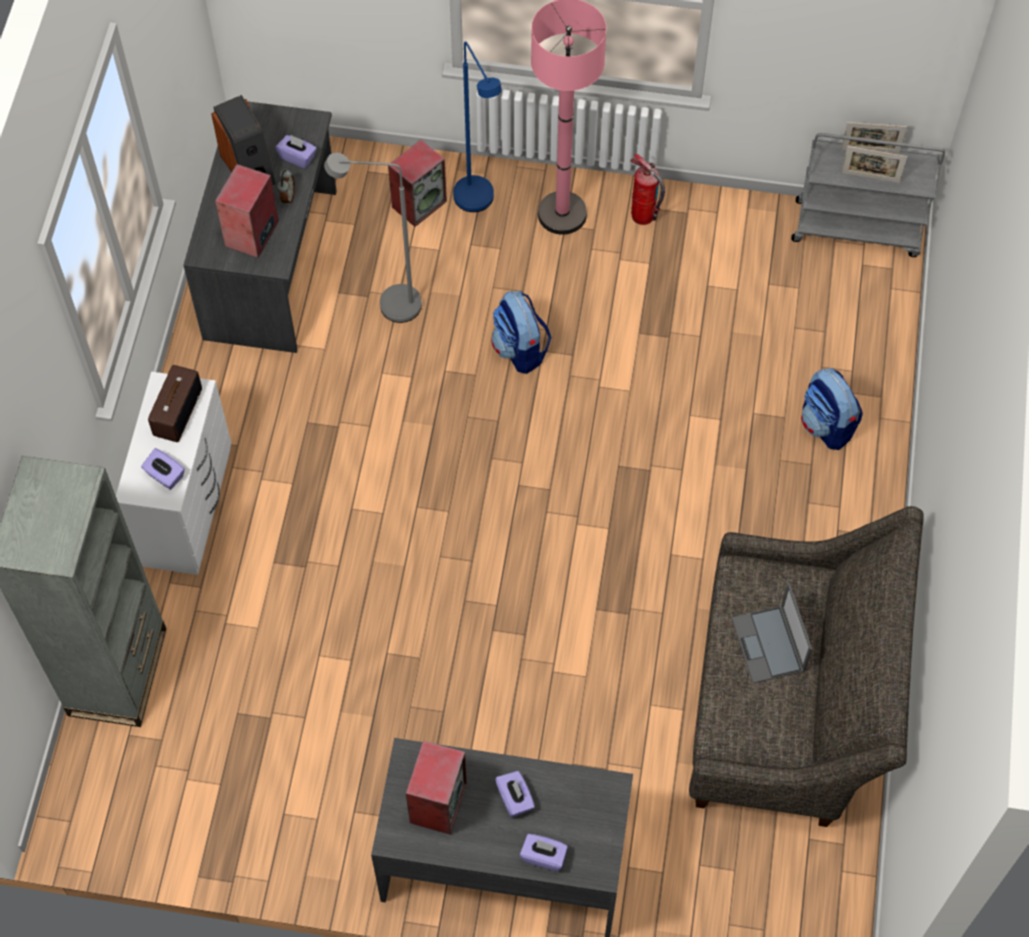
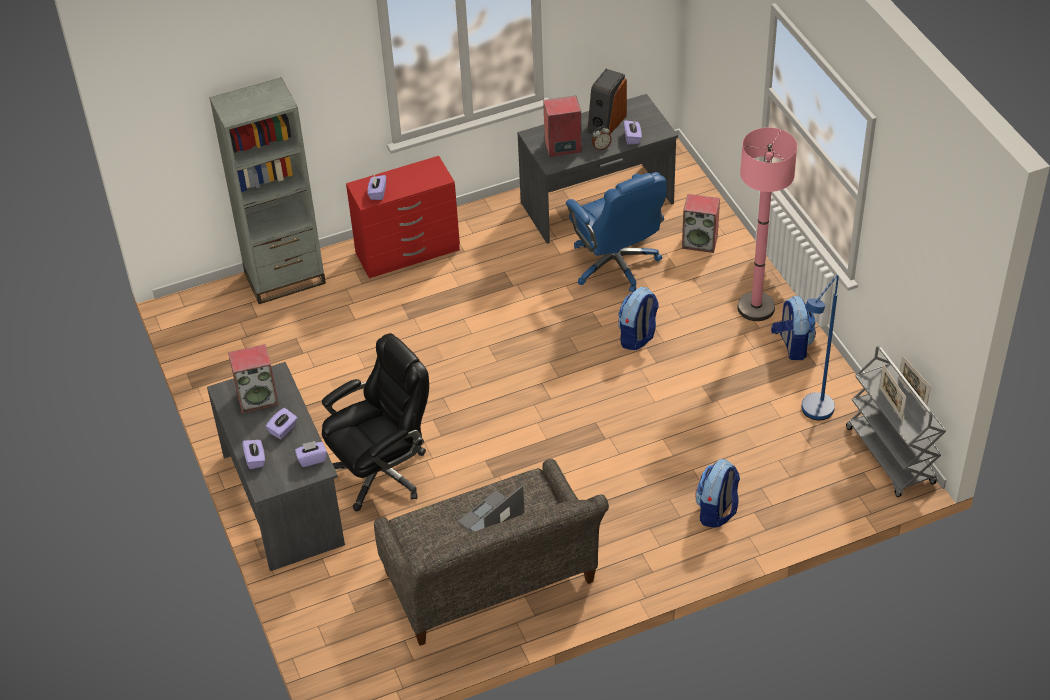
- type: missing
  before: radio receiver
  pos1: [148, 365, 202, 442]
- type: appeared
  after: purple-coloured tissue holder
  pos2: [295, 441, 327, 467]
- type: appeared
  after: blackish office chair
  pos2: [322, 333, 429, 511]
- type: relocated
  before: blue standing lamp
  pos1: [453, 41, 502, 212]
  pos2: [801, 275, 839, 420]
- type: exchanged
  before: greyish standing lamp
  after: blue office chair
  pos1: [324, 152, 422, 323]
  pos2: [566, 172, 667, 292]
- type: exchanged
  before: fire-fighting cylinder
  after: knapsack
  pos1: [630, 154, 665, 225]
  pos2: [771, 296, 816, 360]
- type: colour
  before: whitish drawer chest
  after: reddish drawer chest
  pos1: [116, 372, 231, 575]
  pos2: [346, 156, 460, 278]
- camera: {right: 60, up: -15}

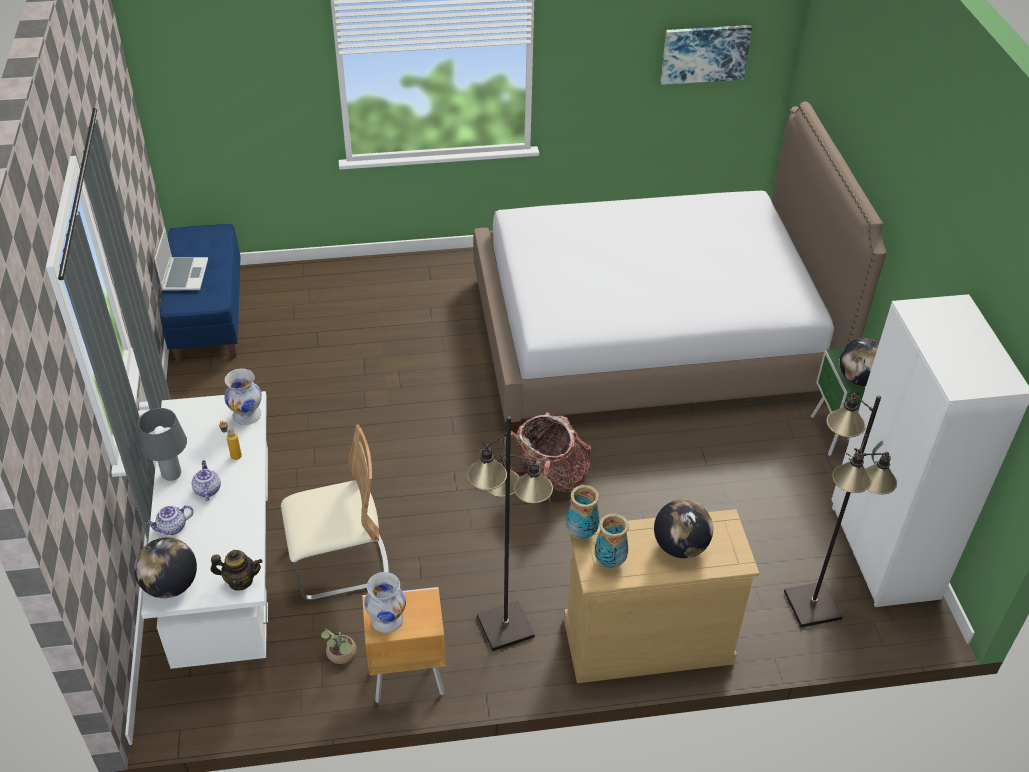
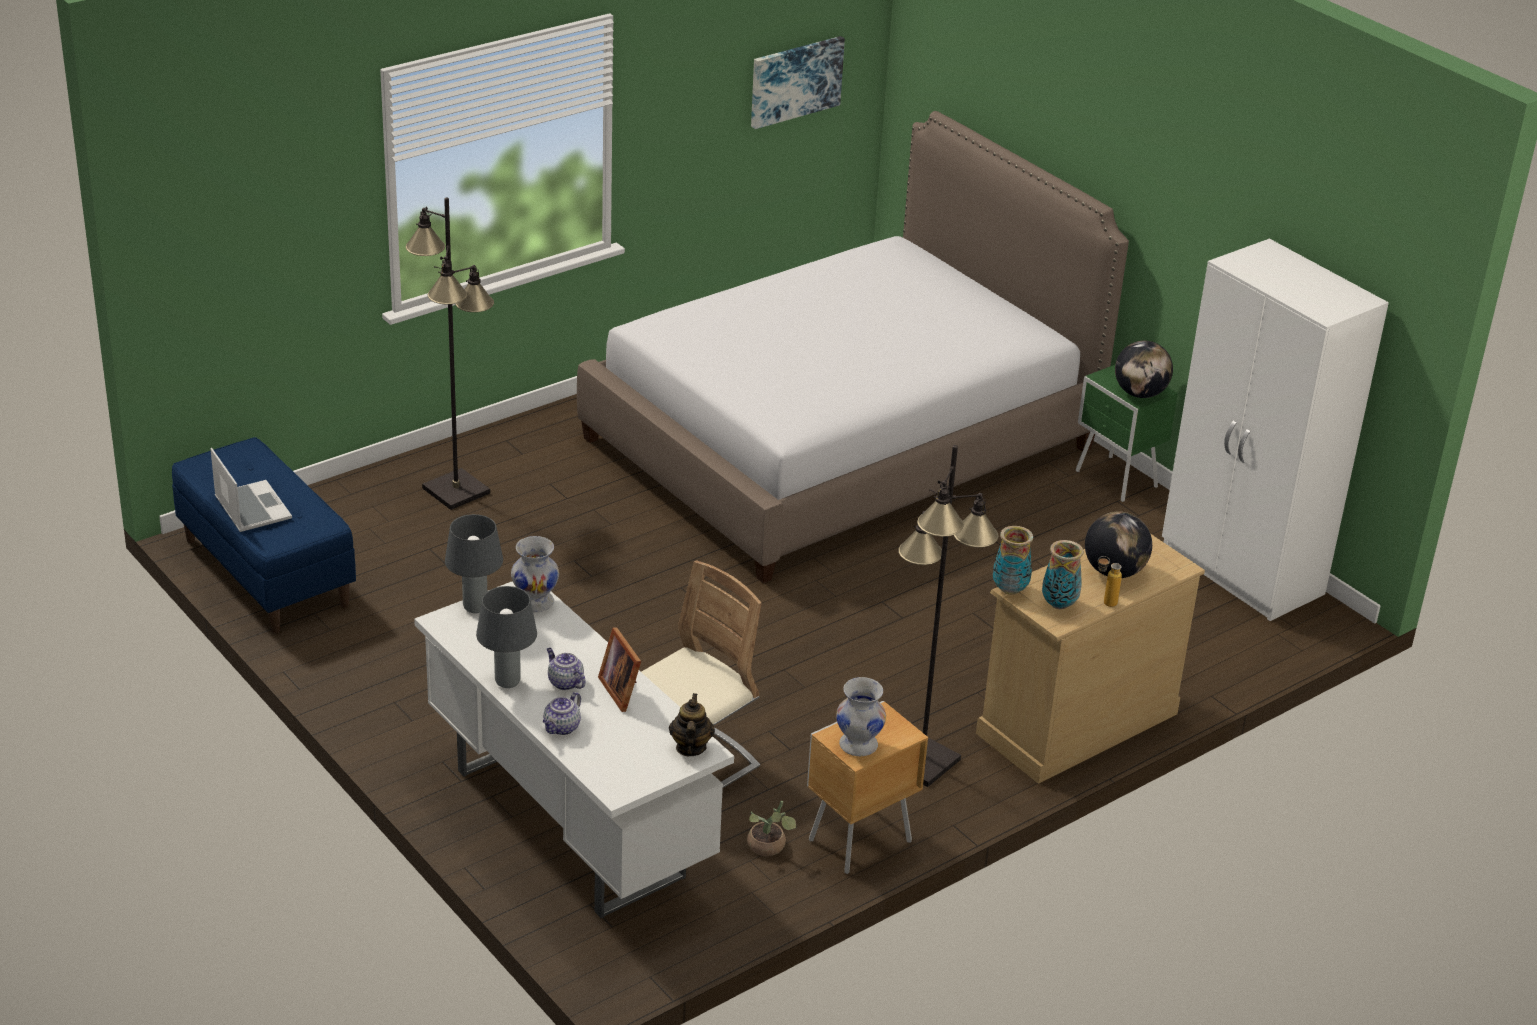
- type: missing
  before: globe
  pos1: [134, 538, 197, 598]
- type: missing
  before: knapsack
  pos1: [502, 412, 592, 504]
- type: appeared
  after: greyish table lamp
  pos2: [445, 514, 503, 613]
- type: appeared
  after: standing frame
  pos2: [598, 627, 641, 712]
- type: relocated
  before: beverage bottle
  pos1: [219, 420, 242, 460]
  pos2: [1098, 556, 1122, 607]
- type: relocated
  before: blackish standing lamp
  pos1: [784, 392, 897, 627]
  pos2: [406, 197, 494, 510]
- type: spun
  before: teapot
  pos1: [211, 550, 262, 591]
  pos2: [669, 693, 715, 756]
  turn: -60
- camera: {right: -30, up: -10}

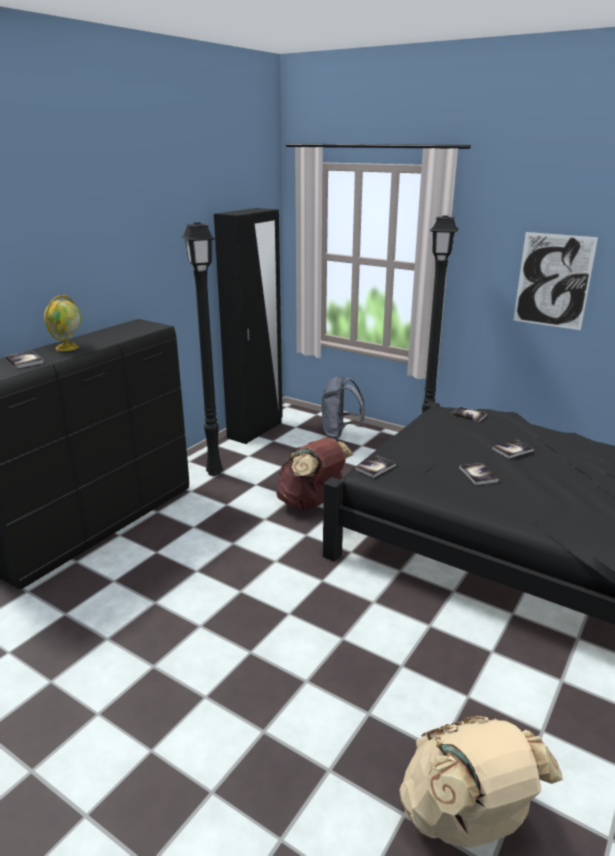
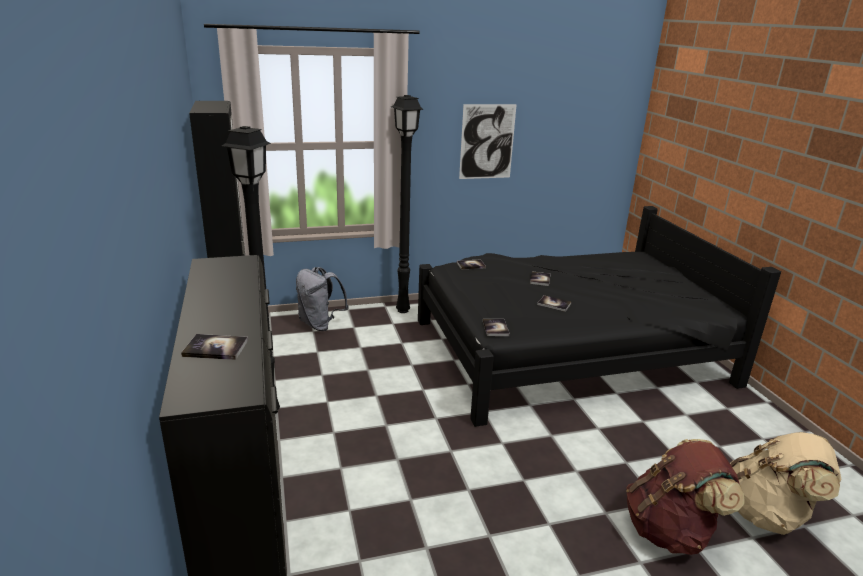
- type: missing
  before: globe
  pos1: [44, 294, 81, 351]
- type: relocated
  before: brown knapsack
  pos1: [276, 437, 354, 510]
  pos2: [626, 439, 744, 555]
- camera: {right: -50, up: 0}

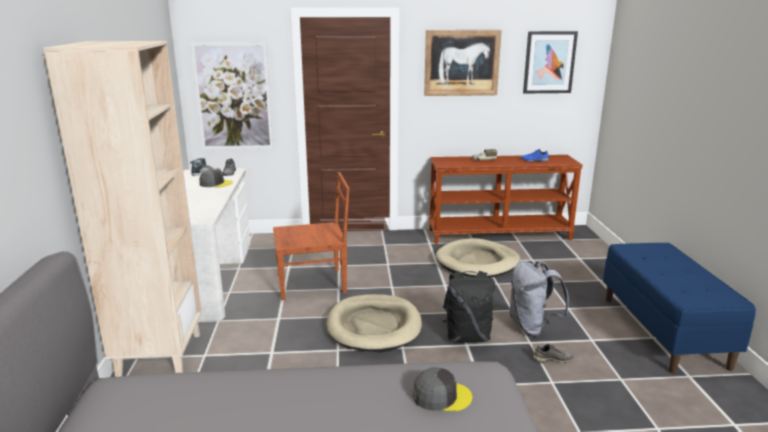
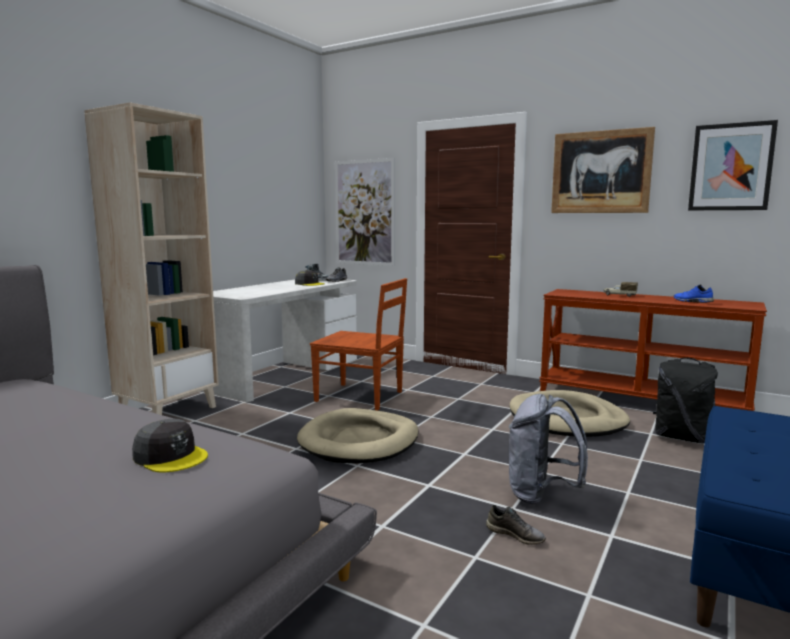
- type: relocated
  before: blackish knapsack
  pos1: [442, 271, 495, 342]
  pos2: [653, 357, 718, 444]
- camera: {right: 35, up: -10}

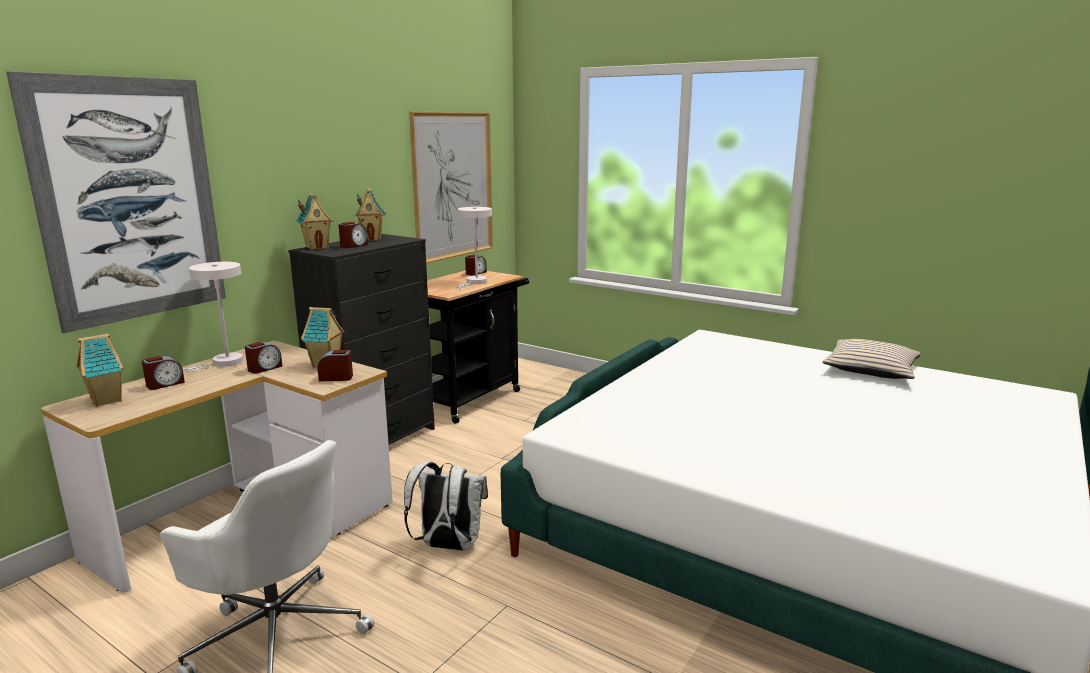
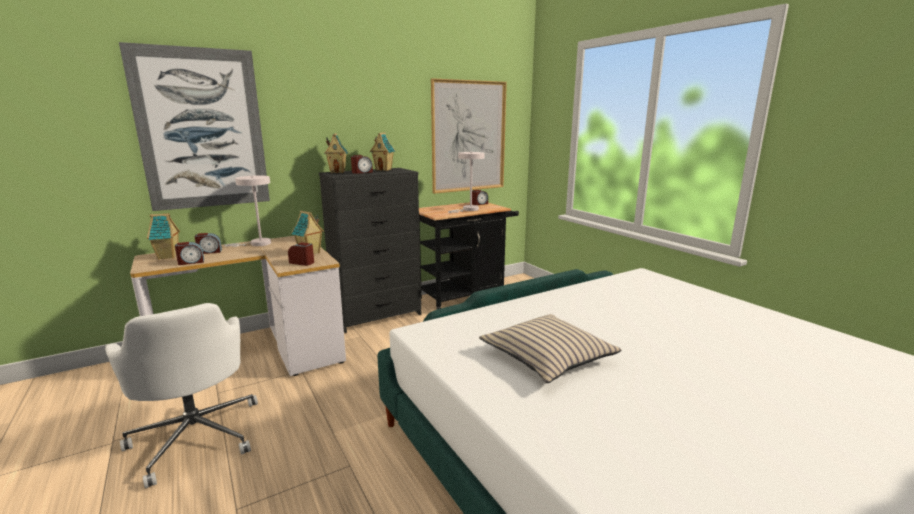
- type: missing
  before: whitish knapsack
  pos1: [404, 461, 488, 551]
- type: relocated
  before: table clock
  pos1: [245, 342, 282, 374]
  pos2: [175, 242, 204, 265]
- type: relocated
  before: sand-coloured throw pillow
  pos1: [822, 339, 921, 379]
  pos2: [479, 314, 622, 383]
- camera: {right: 25, up: 0}

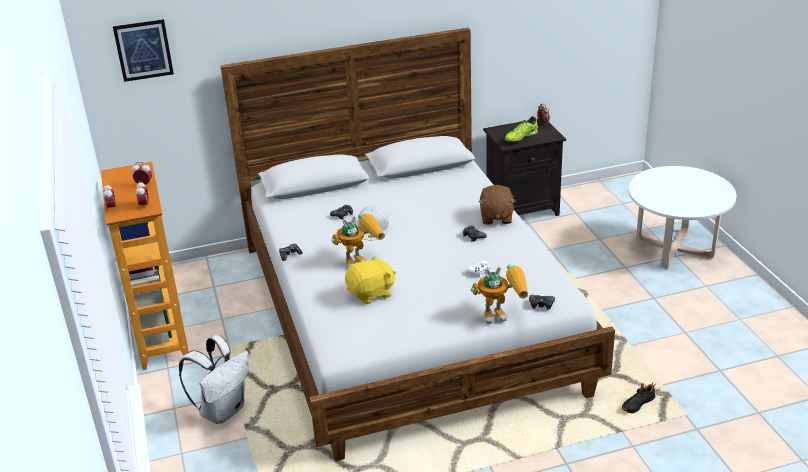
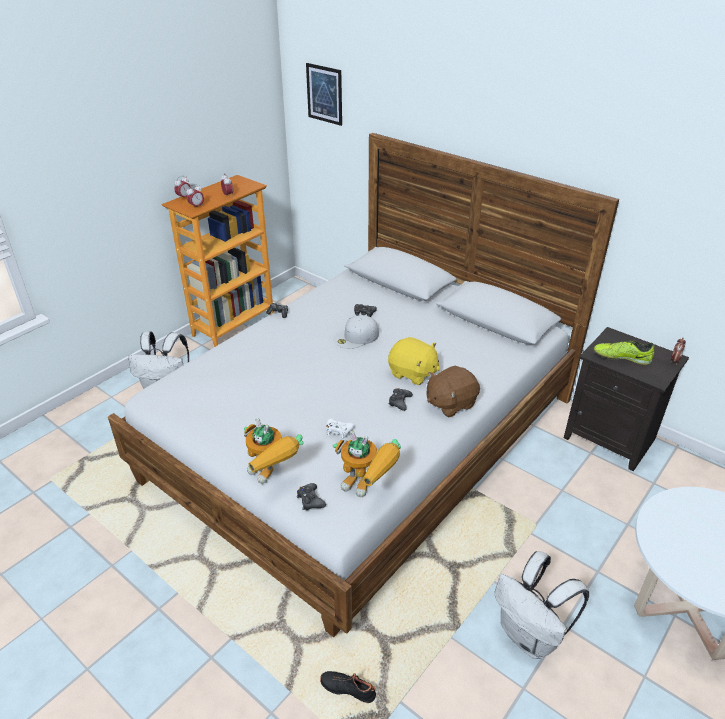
- type: appeared
  after: whitish knapsack
  pos2: [495, 551, 589, 659]
- type: relocated
  before: toy robot
  pos1: [331, 214, 385, 268]
  pos2: [333, 431, 401, 497]
- type: relocated
  before: yellowish soft toy
  pos1: [345, 255, 396, 304]
  pos2: [388, 337, 440, 385]
- camera: {right: 55, up: 5}

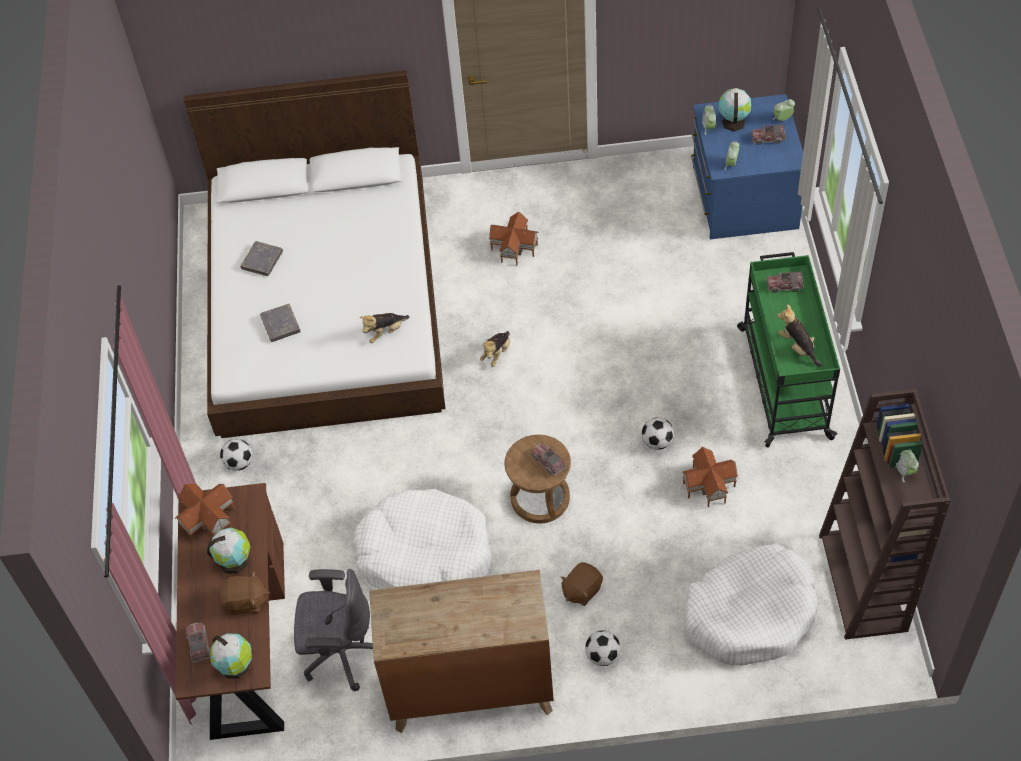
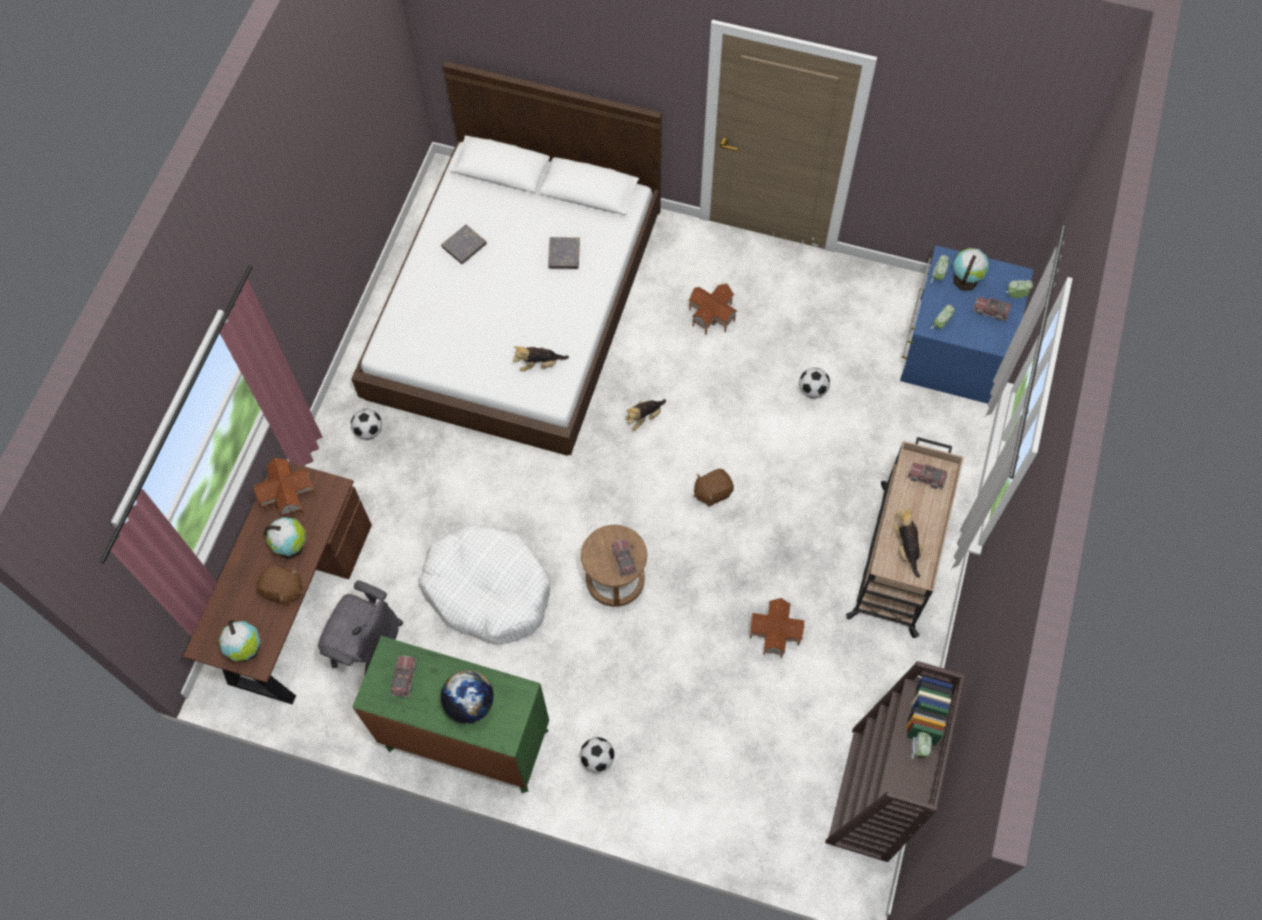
- type: missing
  before: whitish pet bed
  pos1: [683, 544, 818, 665]
- type: appeared
  after: globe
  pos2: [441, 670, 494, 723]
- type: relocated
  before: toy lorry
  pos1: [186, 622, 210, 663]
  pos2: [390, 655, 417, 698]
- type: relocated
  before: greyish volume
  pos1: [260, 304, 301, 342]
  pos2: [548, 237, 580, 269]
- type: relocated
  before: brown soft toy
  pos1: [561, 562, 603, 606]
  pos2: [693, 469, 734, 507]
- type: relocated
  before: football
  pos1: [642, 417, 674, 450]
  pos2: [799, 368, 830, 398]
- type: colour
  before: brown drawer chest
  after: green drawer chest
  pos1: [369, 570, 554, 733]
  pos2: [352, 636, 549, 793]
- type: colour
  before: green wheeled cart
  after: sand-coloured wheeled cart
  pos1: [737, 252, 840, 448]
  pos2: [846, 437, 964, 638]
- camera: {right: 20, up: 10}

